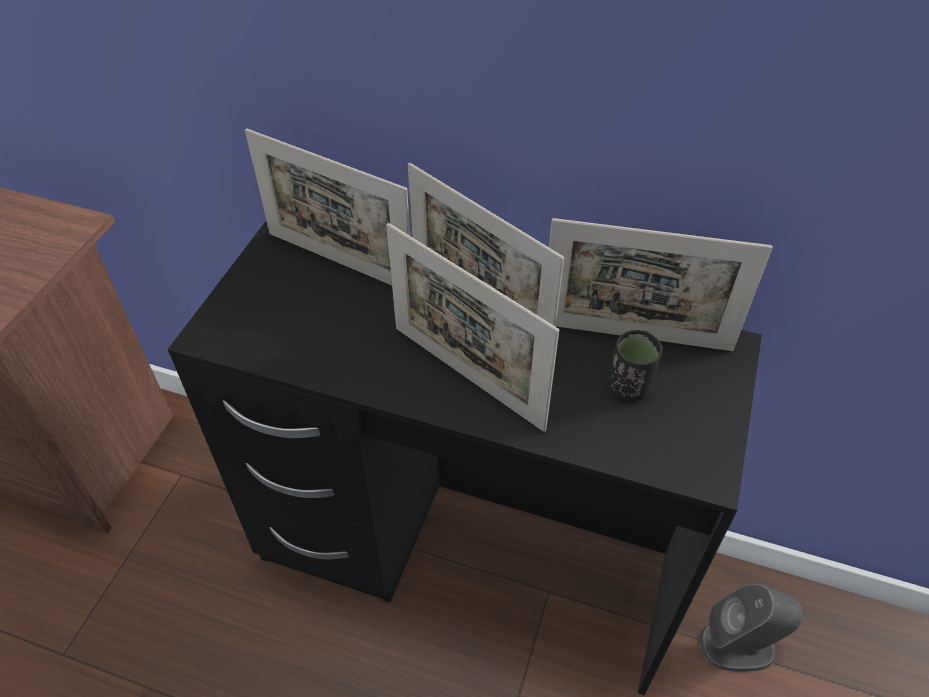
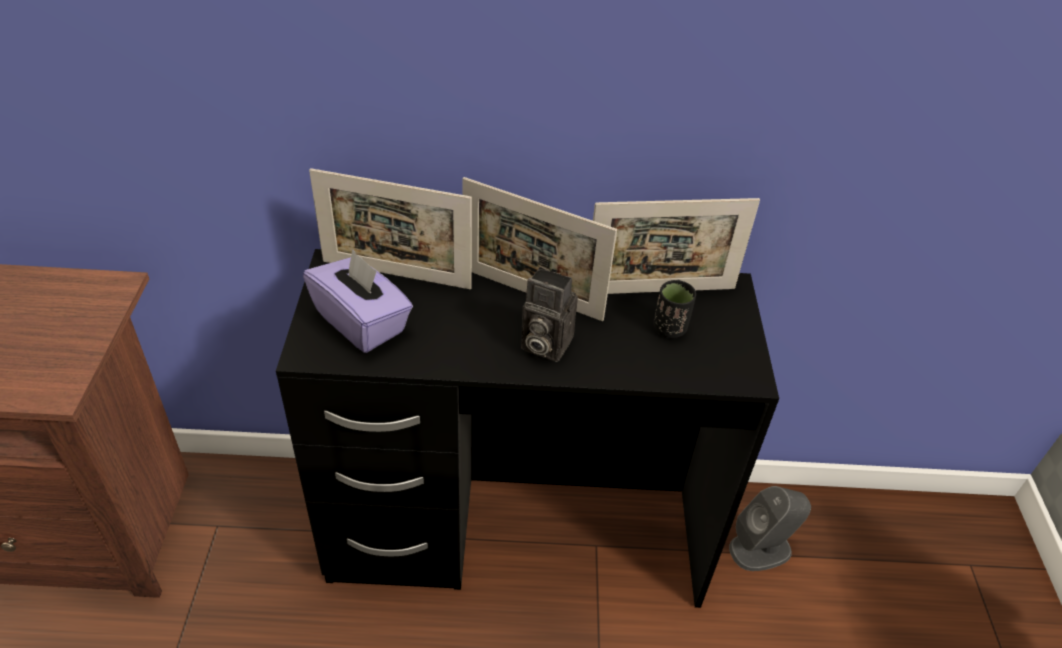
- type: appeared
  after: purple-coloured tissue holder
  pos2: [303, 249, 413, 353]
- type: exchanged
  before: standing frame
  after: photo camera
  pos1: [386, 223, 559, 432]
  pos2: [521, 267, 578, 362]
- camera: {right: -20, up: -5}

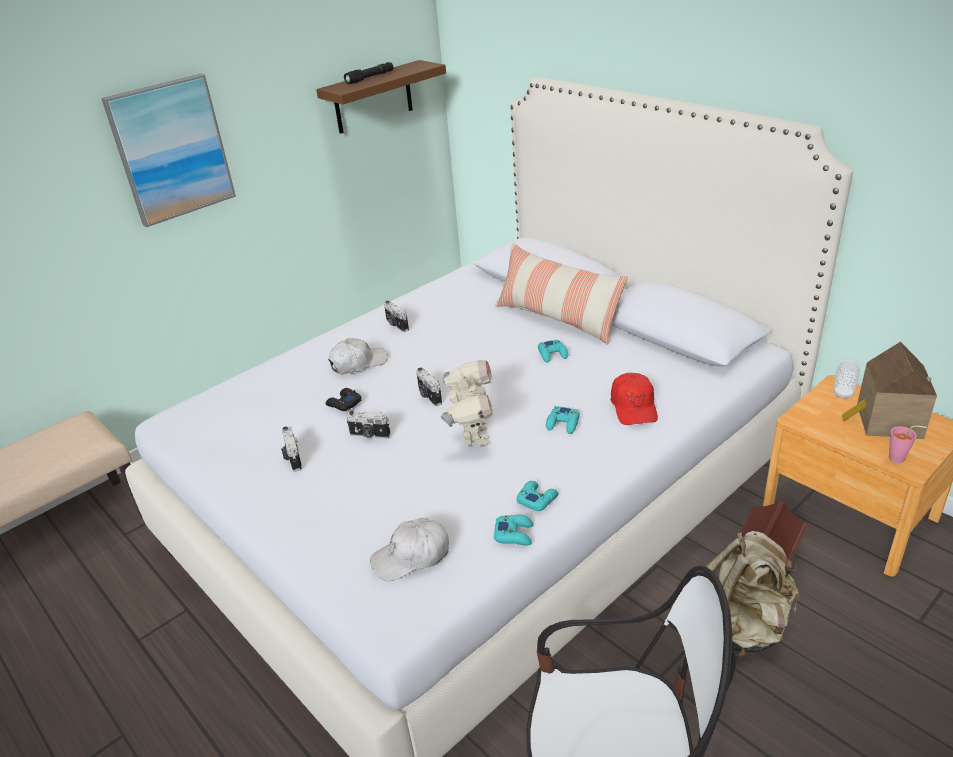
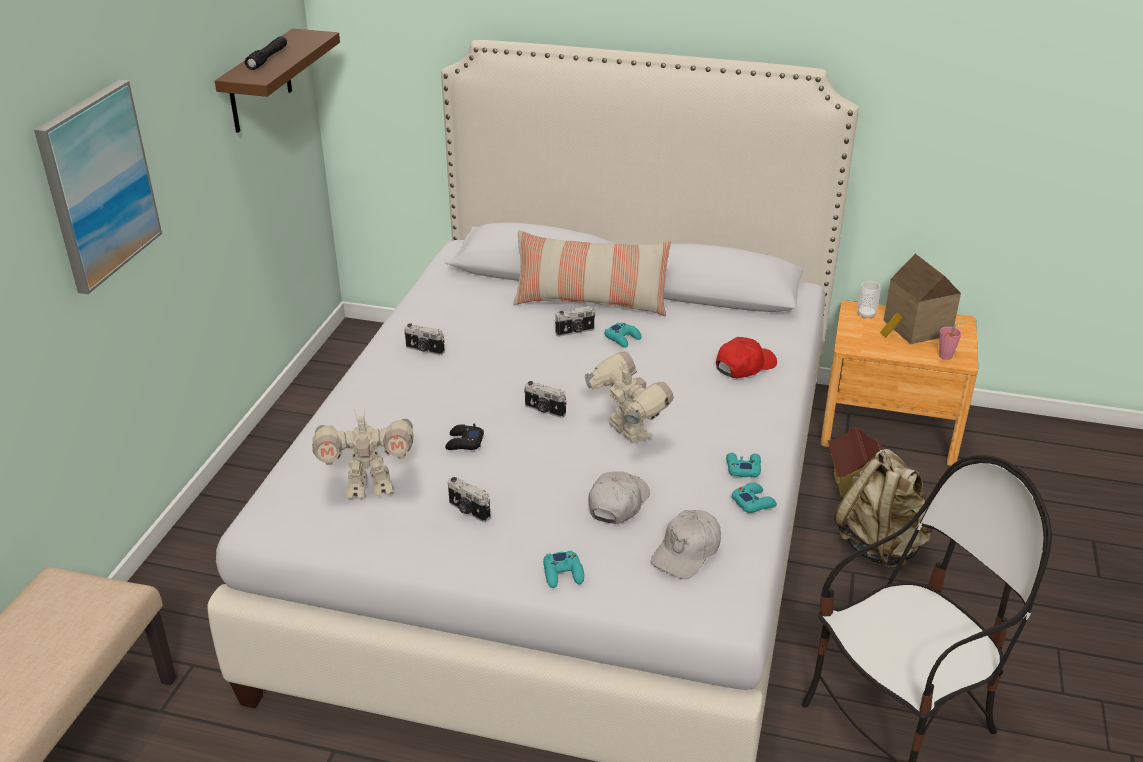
- type: appeared
  after: toy robot
  pos2: [312, 408, 414, 499]
- type: relocated
  before: whitish baseball cap
  pos1: [328, 338, 388, 374]
  pos2: [588, 471, 650, 524]
- type: relocated
  before: photo camera
  pos1: [346, 411, 391, 439]
  pos2: [554, 306, 596, 337]
- type: relocated
  before: turquoise-coloured game controller
  pos1: [546, 406, 580, 434]
  pos2: [543, 551, 584, 588]
- type: spun
  before: reddish baseball cap
  pos1: [611, 373, 658, 425]
  pos2: [716, 337, 777, 378]
  turn: -90
- camera: {right: -35, up: 0}

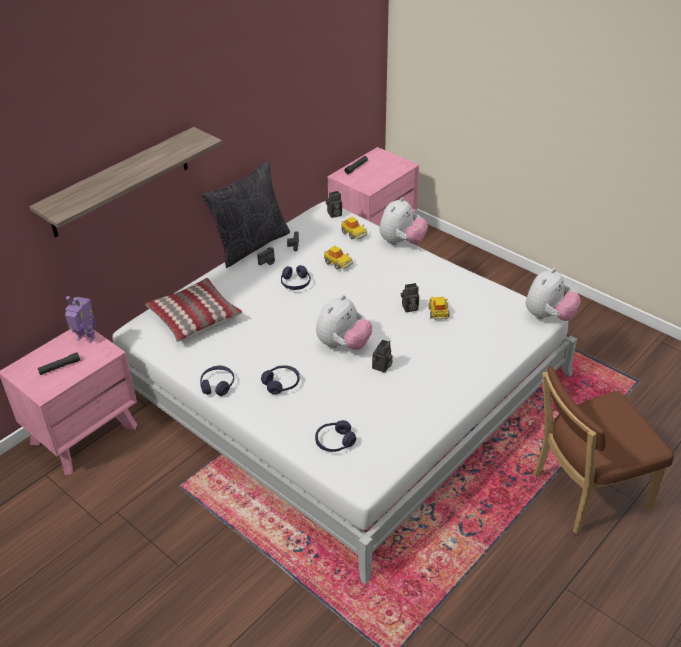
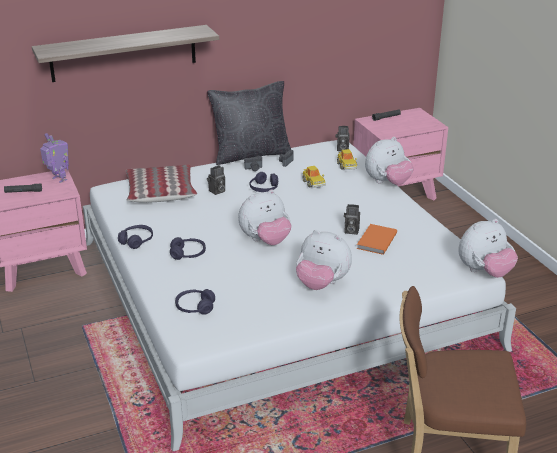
- type: appeared
  after: soft toy
  pos2: [296, 230, 352, 290]
- type: relocated
  before: photo camera
  pos1: [372, 340, 393, 373]
  pos2: [207, 165, 225, 195]
- type: exchanged
  before: toy car
  after: orange volume
  pos1: [429, 296, 449, 320]
  pos2: [357, 224, 397, 255]
- camera: {right: 25, up: -10}

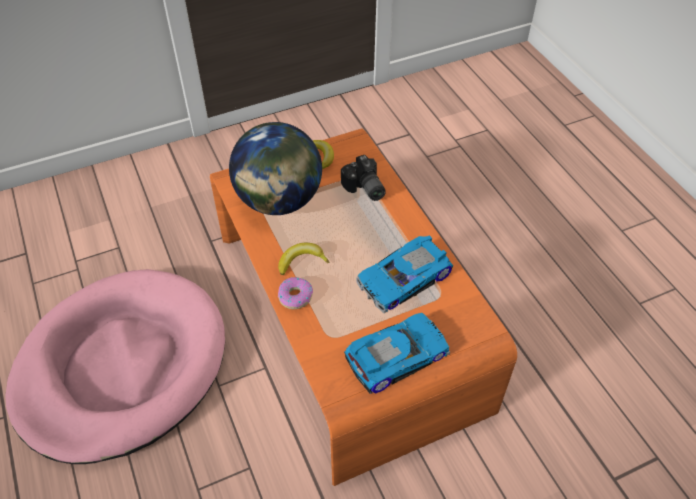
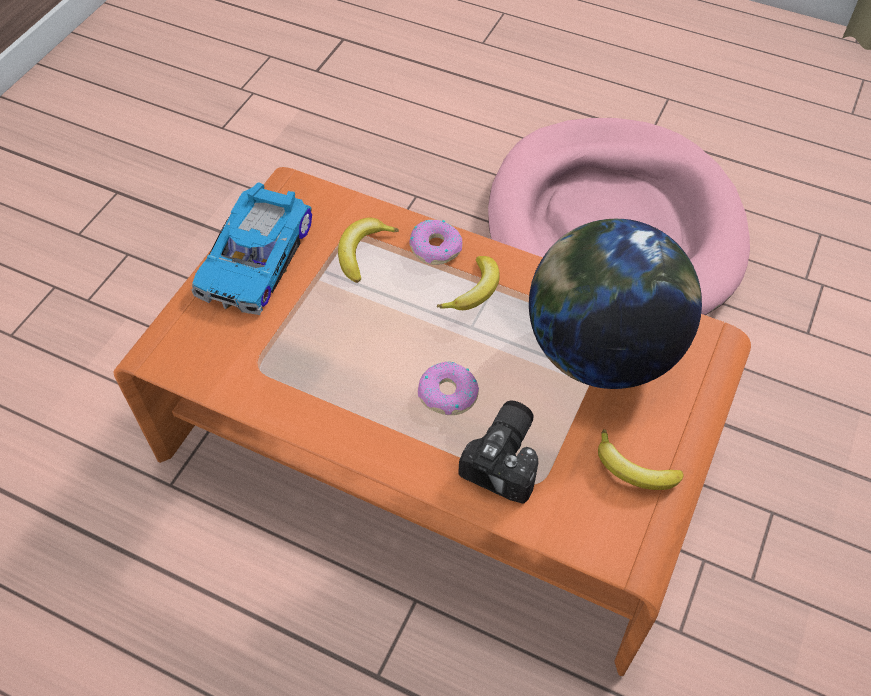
- type: missing
  before: toy car
  pos1: [356, 236, 453, 313]
- type: appeared
  after: whole banana
  pos2: [338, 218, 399, 283]
- type: appeared
  after: donut
  pos2: [418, 362, 479, 415]
- type: spun
  before: photo camera
  pos1: [341, 155, 386, 201]
  pos2: [458, 401, 538, 504]
  turn: 90
- camera: {right: 140, up: 5}

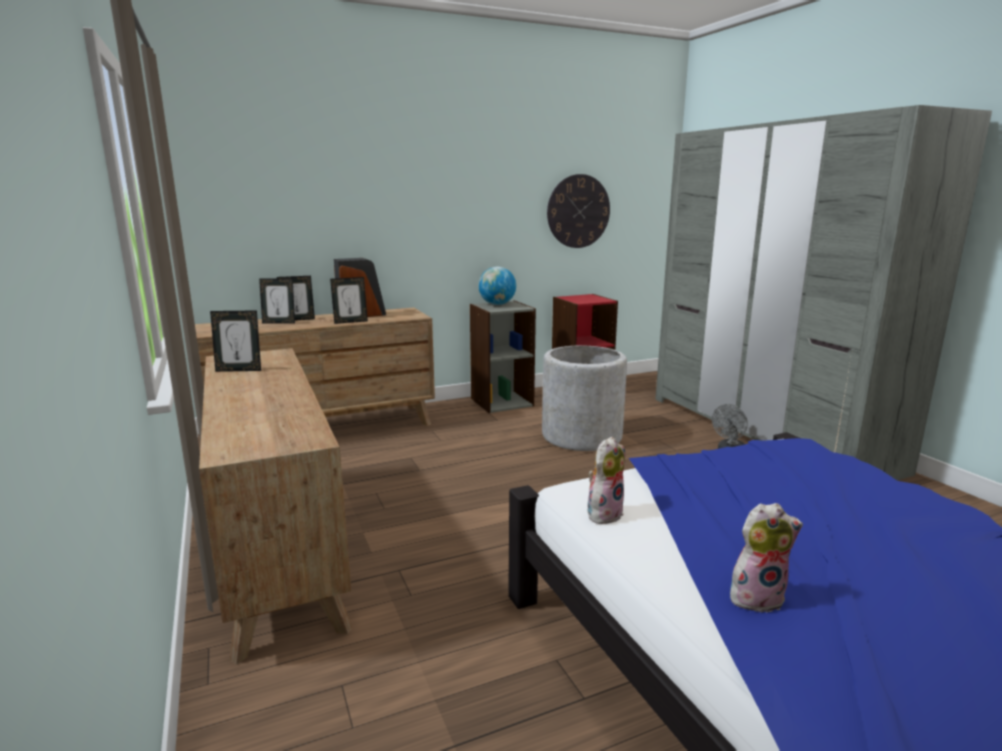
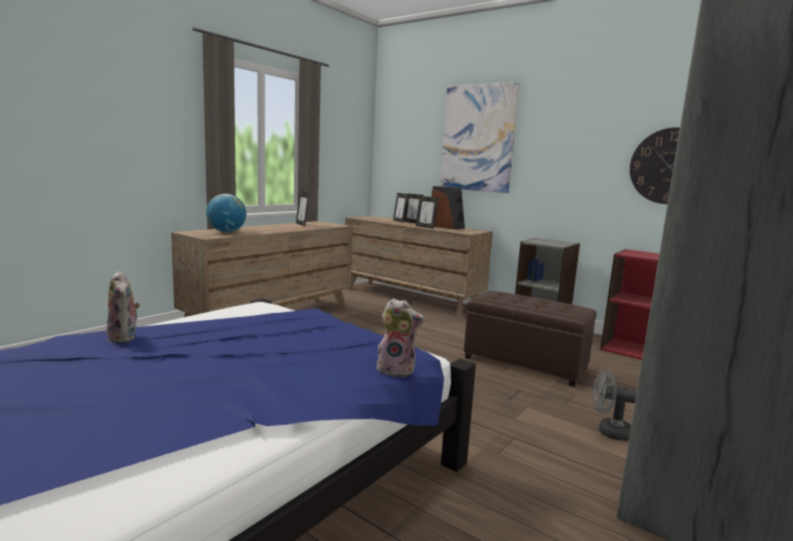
- type: appeared
  after: wall art
  pos2: [440, 82, 520, 193]
- type: relocated
  before: globe
  pos1: [479, 267, 516, 305]
  pos2: [206, 194, 247, 232]
- type: relocated
  before: soft toy
  pos1: [588, 437, 625, 524]
  pos2: [376, 298, 424, 377]
- type: exchanged
  before: greyish flower pot
  after: brown footrest
  pos1: [542, 346, 627, 451]
  pos2: [464, 291, 597, 387]
- camera: {right: 60, up: -5}

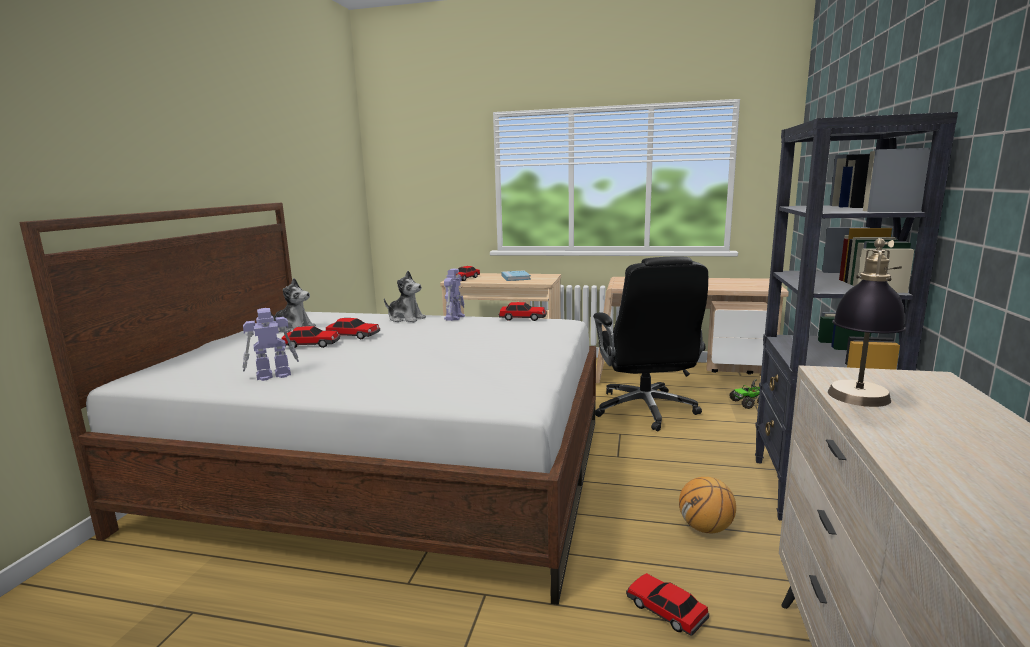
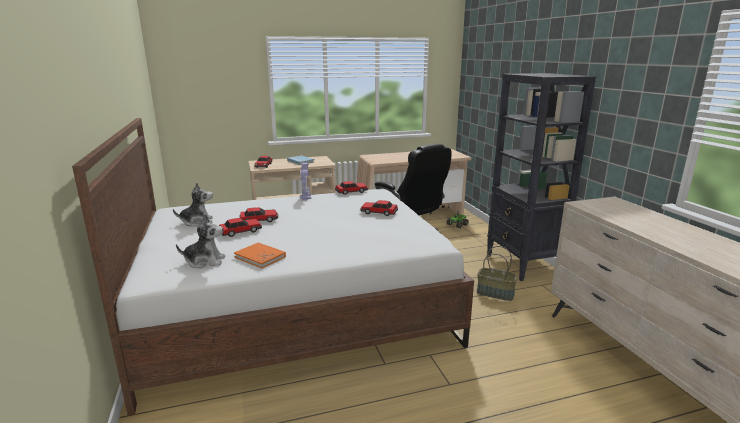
- type: missing
  before: table lamp
  pos1: [828, 239, 907, 407]
- type: relocated
  before: soft toy
  pos1: [384, 271, 426, 322]
  pos2: [176, 214, 225, 268]
- type: relocated
  before: toy car
  pos1: [626, 573, 709, 636]
  pos2: [360, 200, 398, 216]
- type: exchanged
  before: toy robot
  after: orange volume
  pos1: [243, 308, 299, 381]
  pos2: [234, 243, 286, 268]
- type: exchanged
  before: basketball
  after: basket
  pos1: [679, 477, 736, 533]
  pos2: [477, 246, 518, 301]
- camera: {right: -30, up: 5}

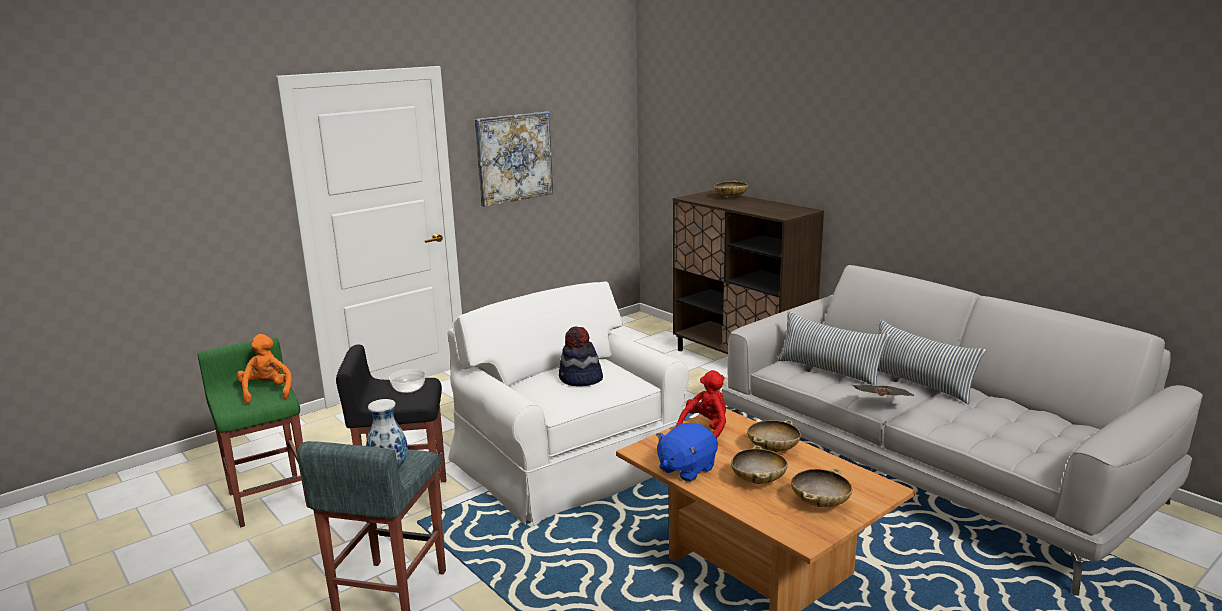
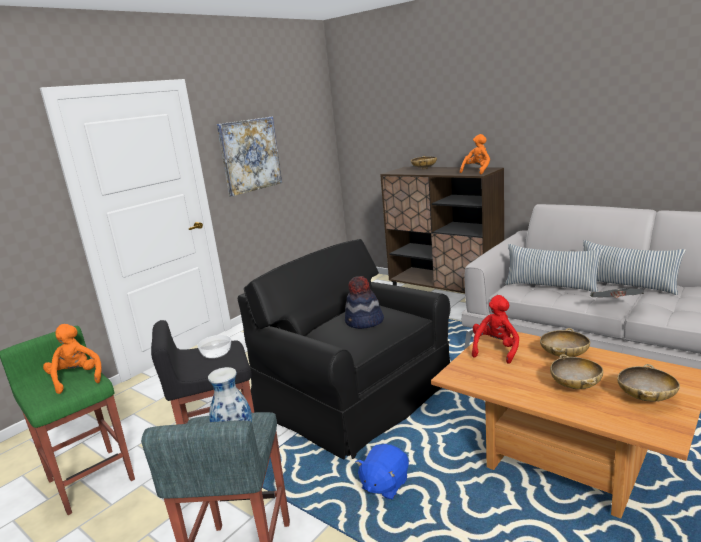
- type: appeared
  after: orange soft toy
  pos2: [460, 134, 490, 174]
- type: relocated
  before: blue soft toy
  pos1: [656, 423, 718, 482]
  pos2: [356, 444, 409, 500]
- type: colour
  before: whitish easy chair
  after: blackish easy chair
  pos1: [448, 282, 689, 526]
  pos2: [238, 239, 450, 460]
- camera: {right: -10, up: 0}

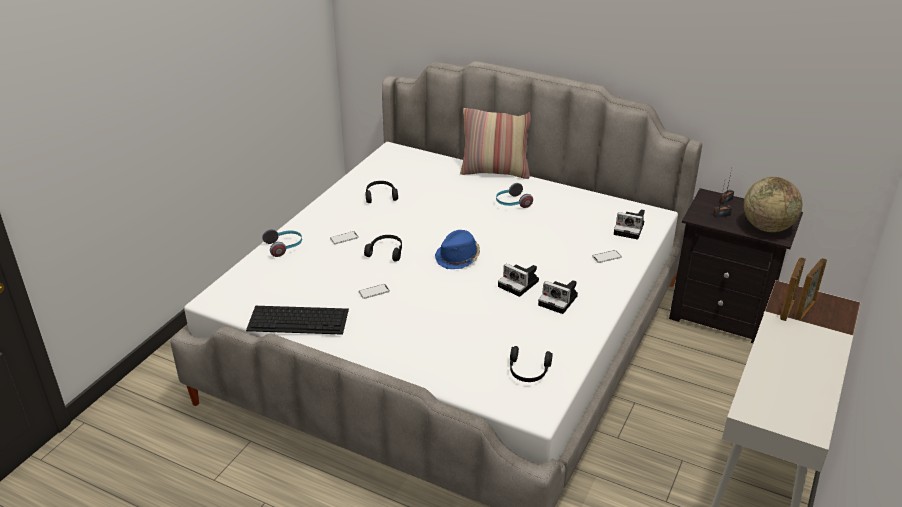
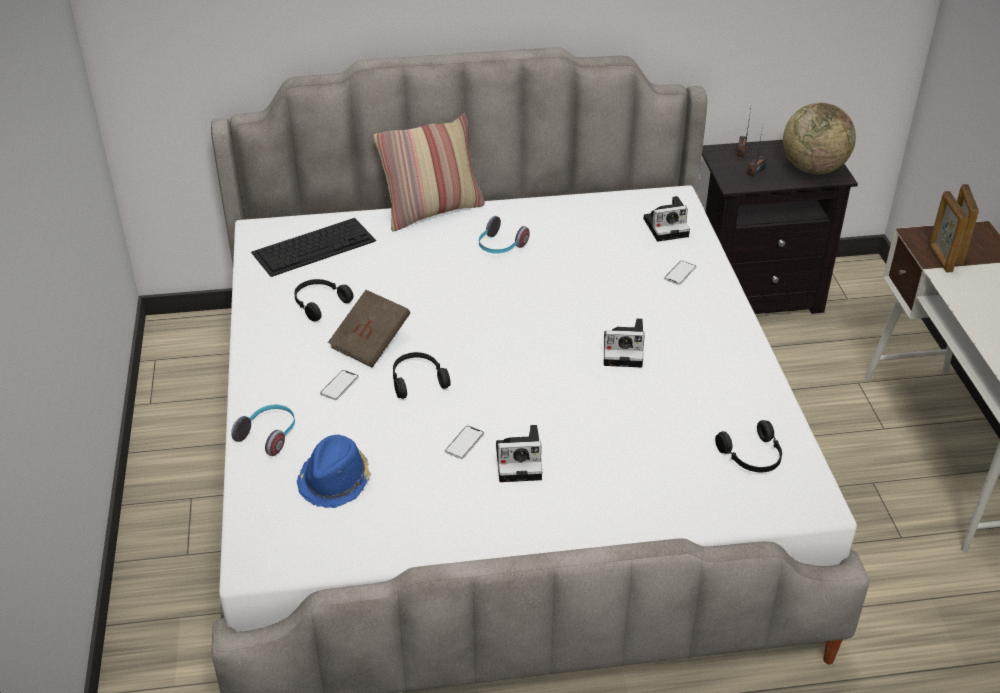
- type: appeared
  after: brown volume
  pos2: [328, 290, 410, 368]
- type: relocated
  before: keyboard
  pos1: [246, 306, 349, 335]
  pos2: [251, 218, 376, 277]
- type: relocated
  before: blue clothing hat
  pos1: [435, 230, 480, 269]
  pos2: [297, 435, 371, 508]
- type: relocated
  before: photo camera
  pos1: [538, 280, 578, 314]
  pos2: [496, 425, 542, 482]
- camera: {right: -35, up: 5}

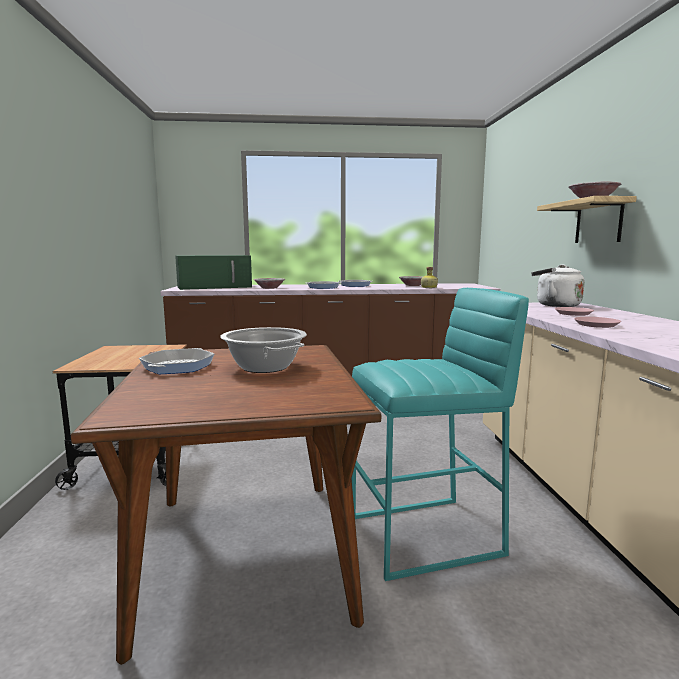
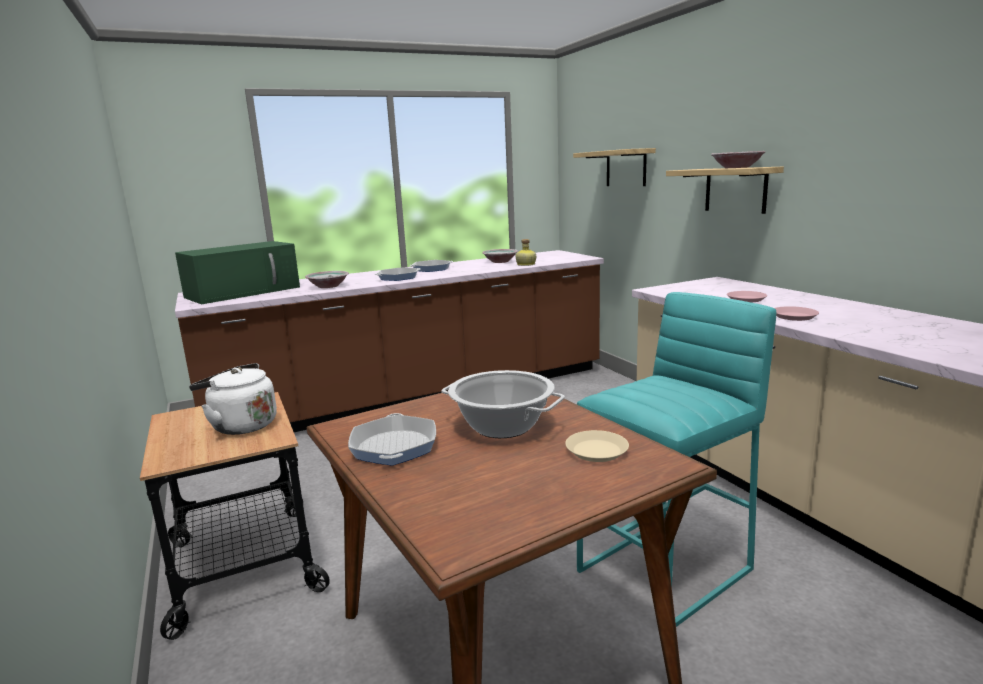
- type: appeared
  after: sand-coloured dinner plate
  pos2: [565, 430, 629, 462]
- type: appeared
  after: wall shelf
  pos2: [573, 148, 656, 186]
- type: relocated
  before: whitish tea kettle
  pos1: [531, 264, 585, 307]
  pos2: [189, 363, 277, 435]
- camera: {right: -20, up: 5}

